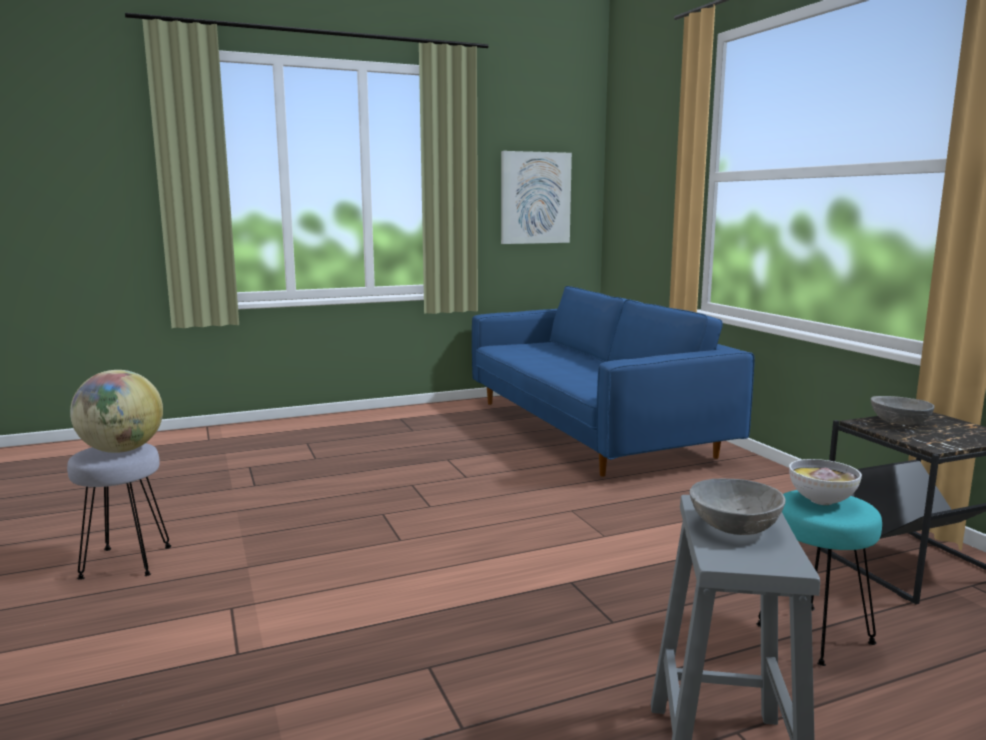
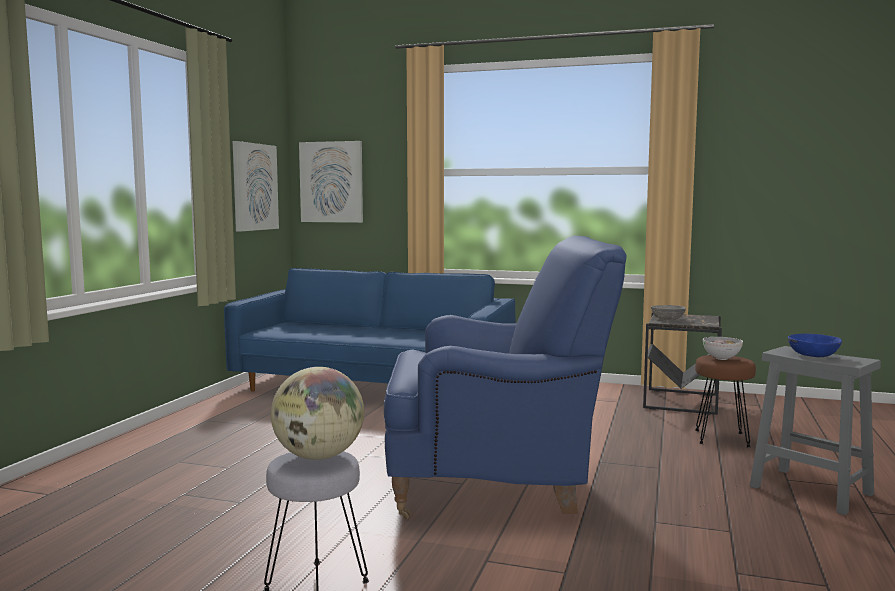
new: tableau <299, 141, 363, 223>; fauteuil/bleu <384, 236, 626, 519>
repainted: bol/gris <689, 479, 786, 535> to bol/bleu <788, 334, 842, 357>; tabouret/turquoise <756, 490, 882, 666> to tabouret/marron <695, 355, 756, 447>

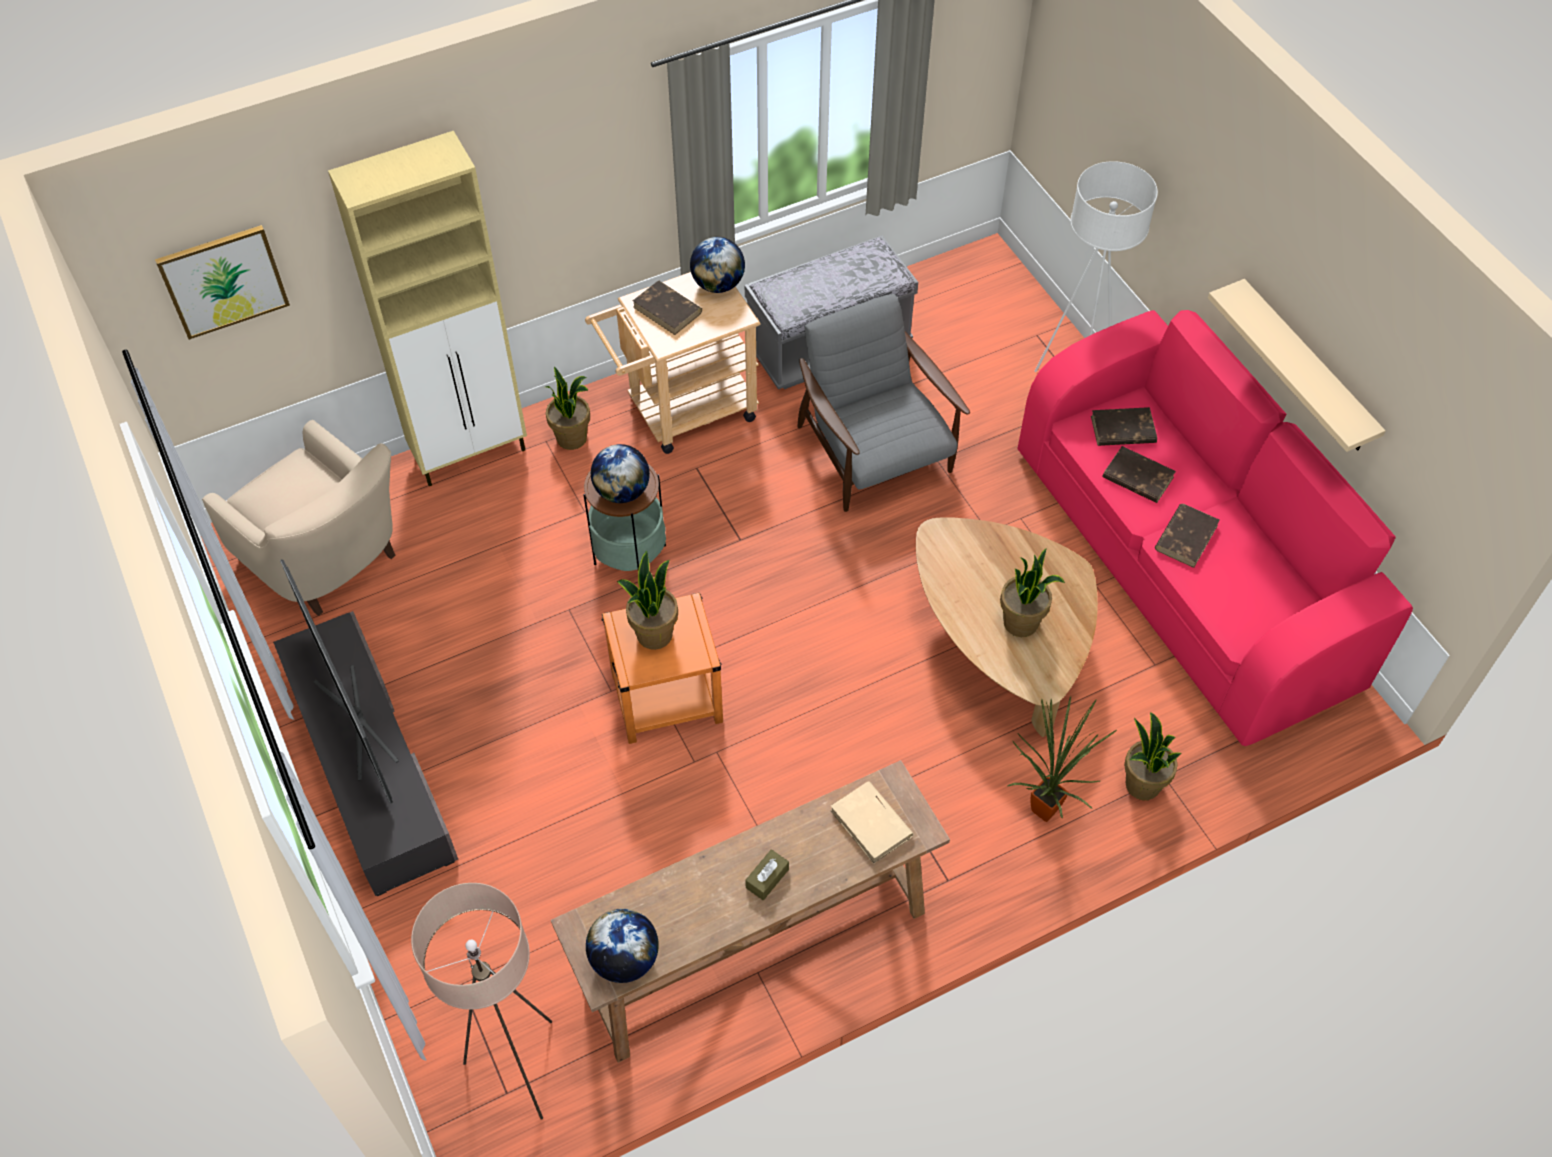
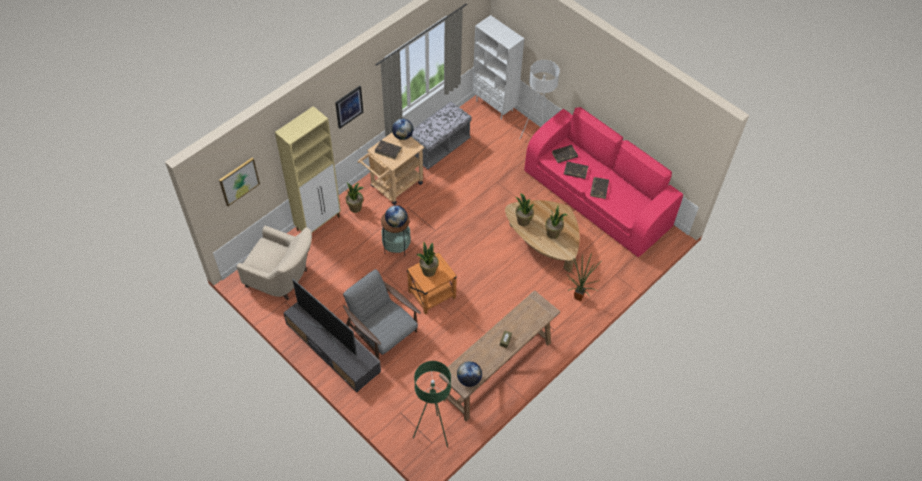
gone: livre/beige <831, 781, 914, 864>; étagère/beige <1208, 279, 1386, 452>
new: tableau <335, 86, 363, 129>; bibliothèque/blanc <473, 15, 524, 120>
shifted: fauteuil/gris <797, 294, 970, 512> to <343, 269, 421, 360>; plante en pot <1124, 712, 1181, 800> to <515, 193, 534, 226>
repainted: lampadaire/beige <411, 883, 552, 1120> to lampadaire/vert <413, 361, 451, 447>

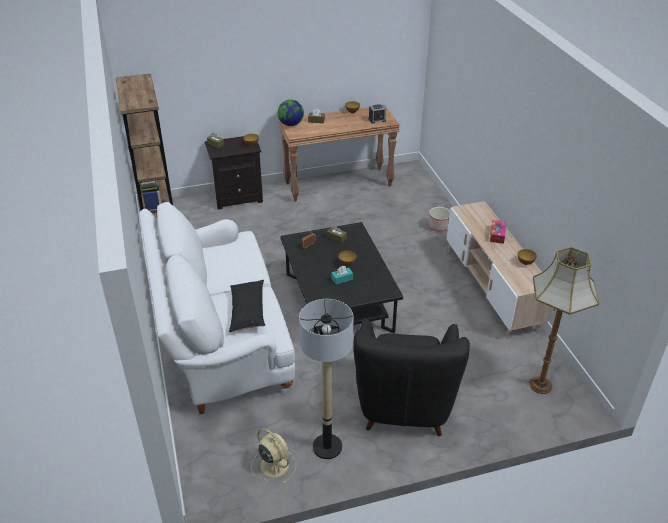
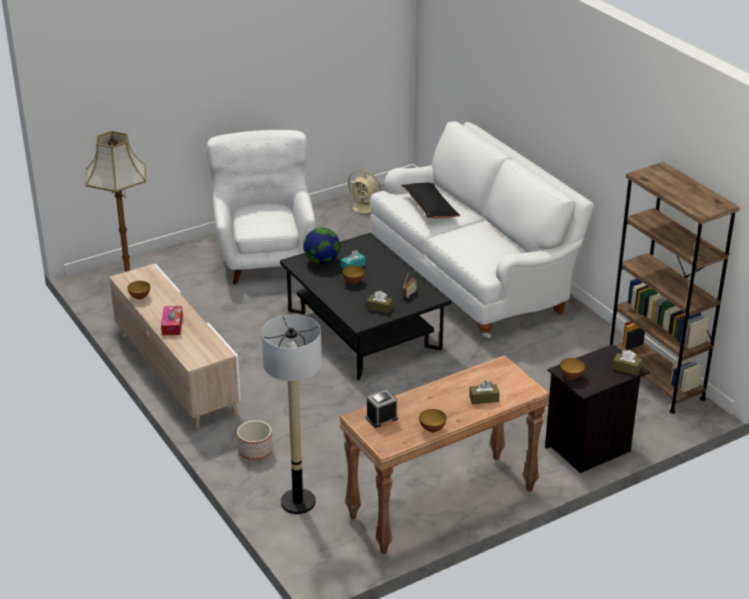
shifted: globe <278, 100, 304, 126> to <303, 228, 340, 264>; lampadaire <299, 299, 354, 459> to <261, 315, 322, 514>
repainted: fauteuil/noir <353, 318, 470, 436> to fauteuil/blanc <207, 130, 316, 284>

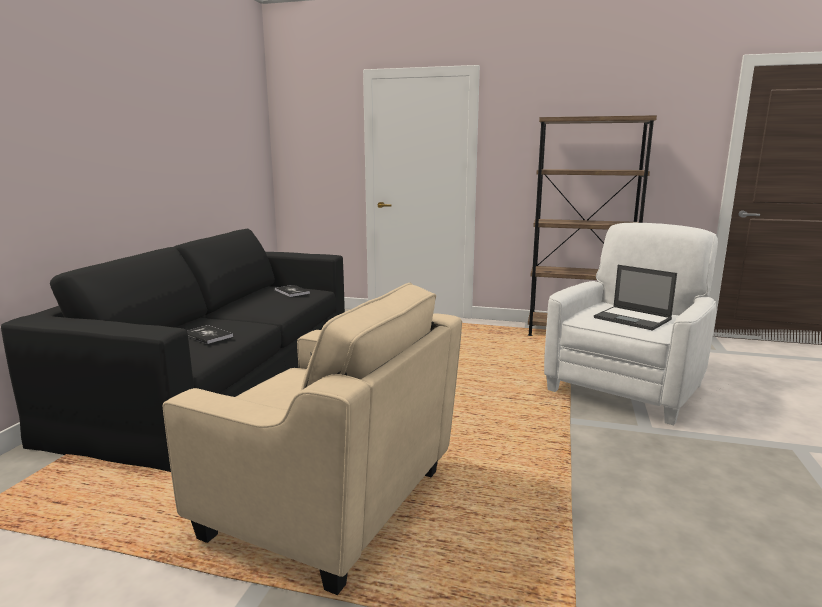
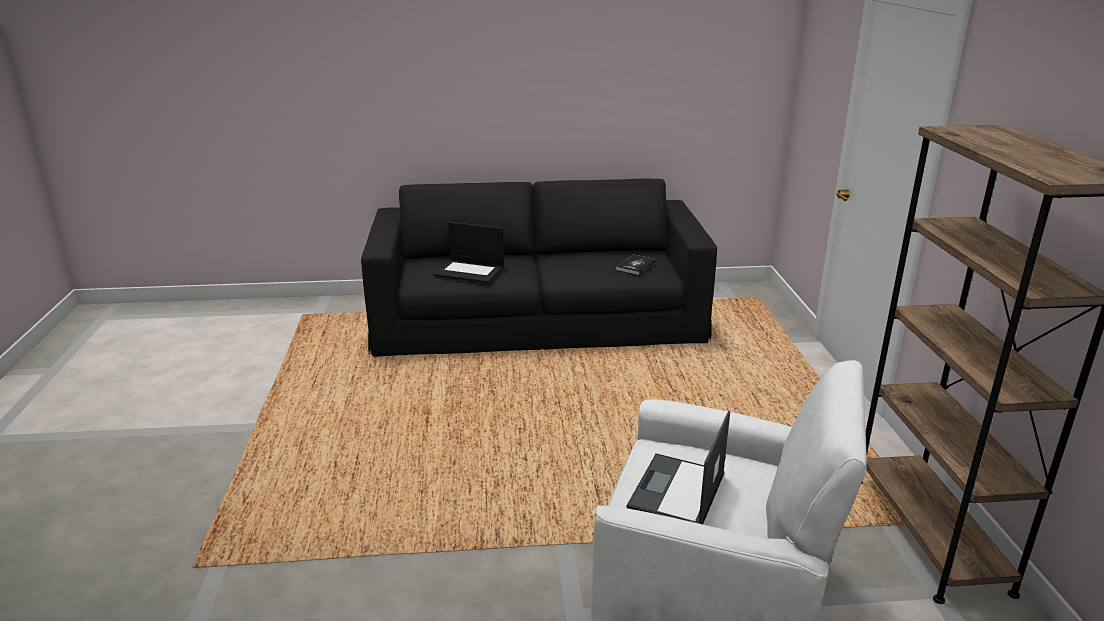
gone: fauteuil/beige <162, 283, 462, 595>
swapped: livre <187, 325, 233, 344> to ordinateur portable <433, 222, 504, 283>

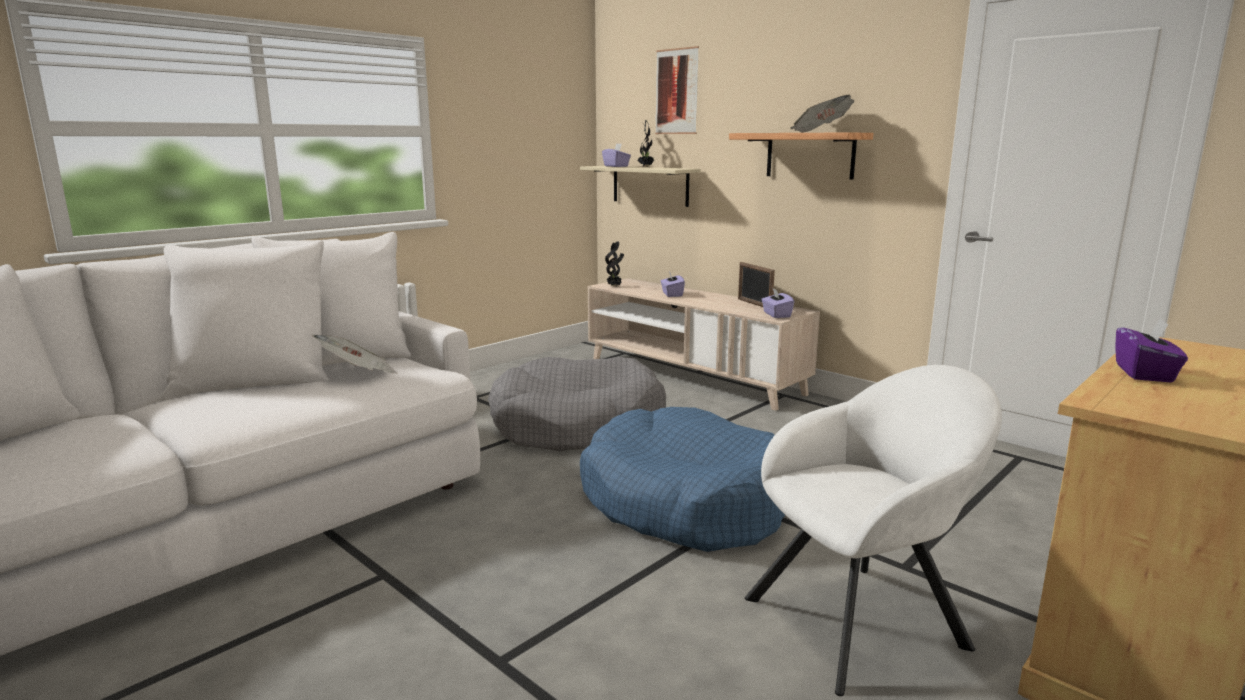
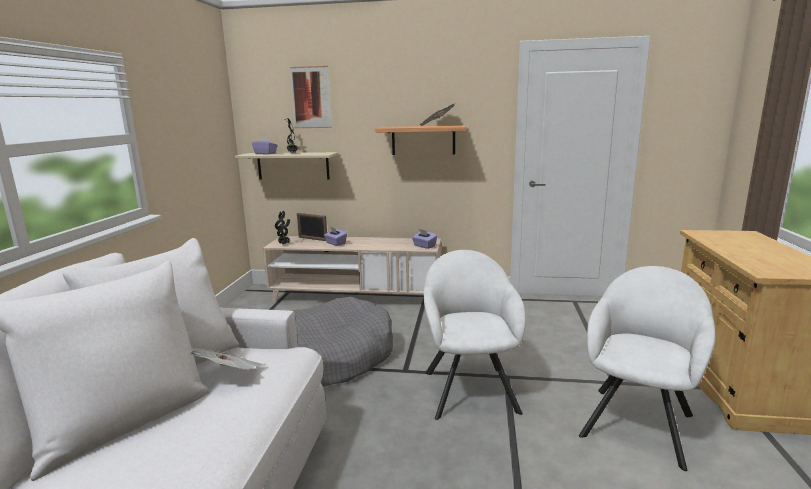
gone: boîte à mouchoirs/violet <1115, 318, 1188, 383>
shifted: cadre photo <738, 262, 775, 307> to <297, 213, 327, 241>
swapped: panier pour chien/bleu <580, 407, 785, 552> to fauteuil/blanc <423, 250, 526, 420>

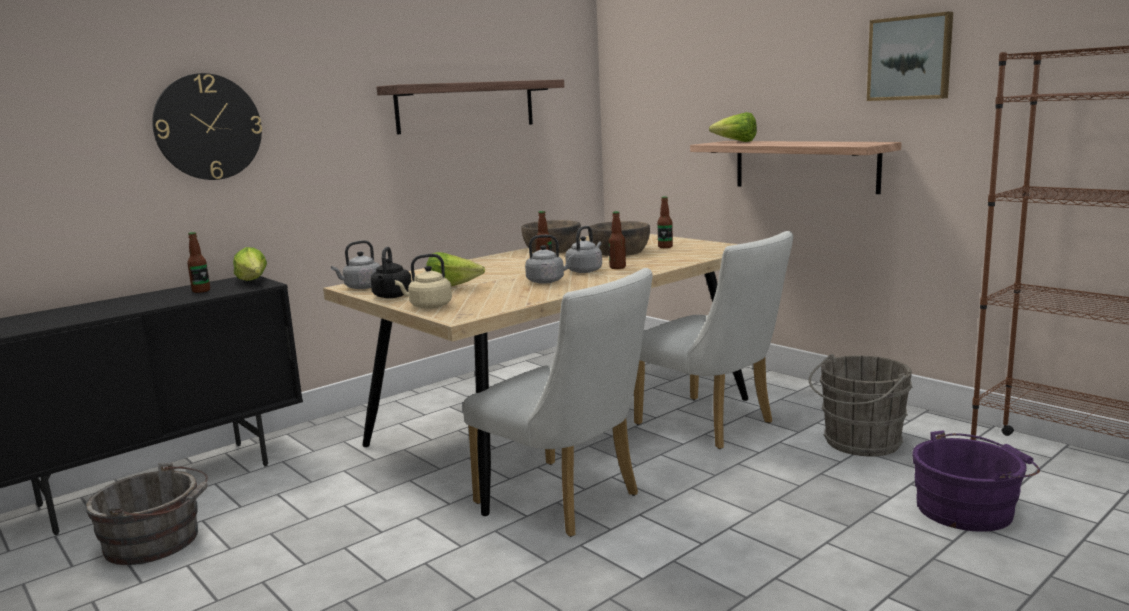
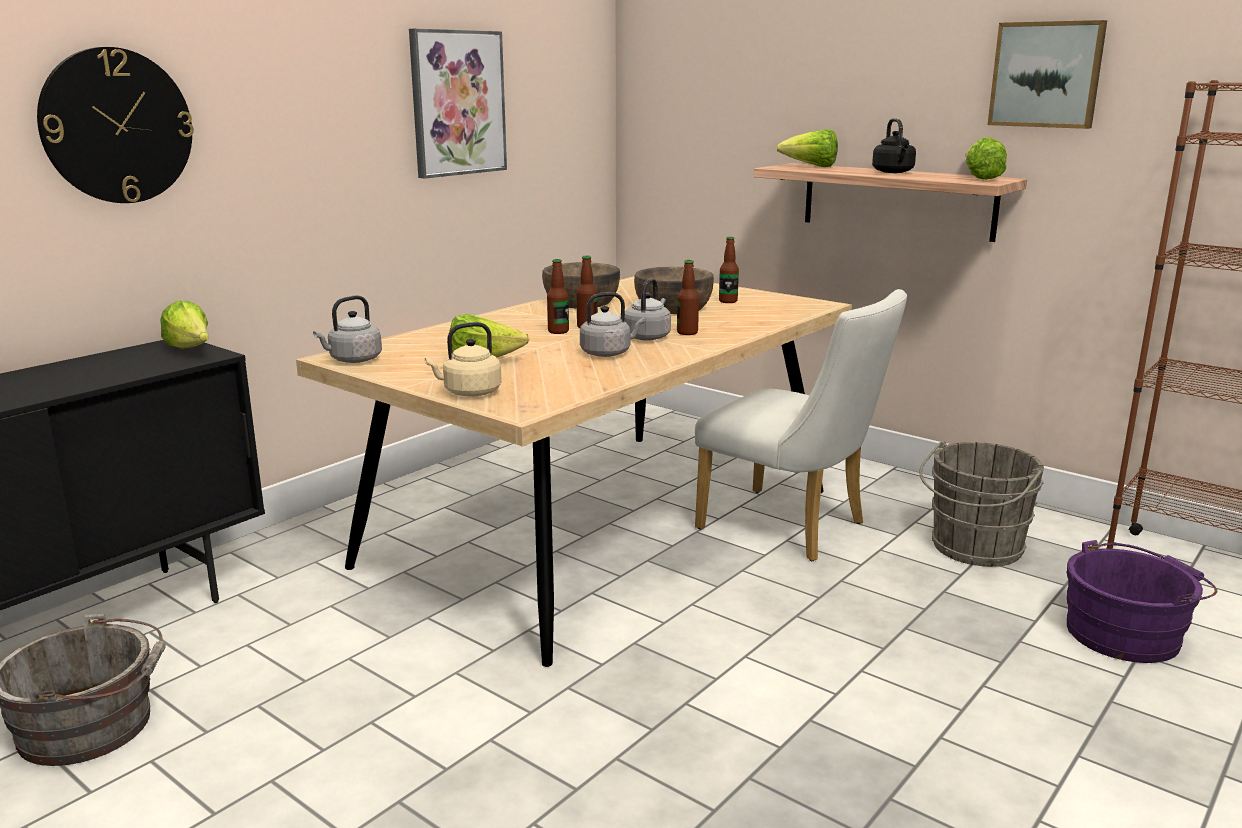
gone: chaise/blanc <463, 268, 653, 537>
new: laitue <965, 137, 1007, 180>
shifted: bouteille <187, 232, 210, 293> to <547, 259, 569, 334>; bouilloire/noir <371, 247, 412, 298> to <872, 118, 916, 173>
swapped: étagère <377, 80, 564, 134> to tableau <409, 29, 507, 179>

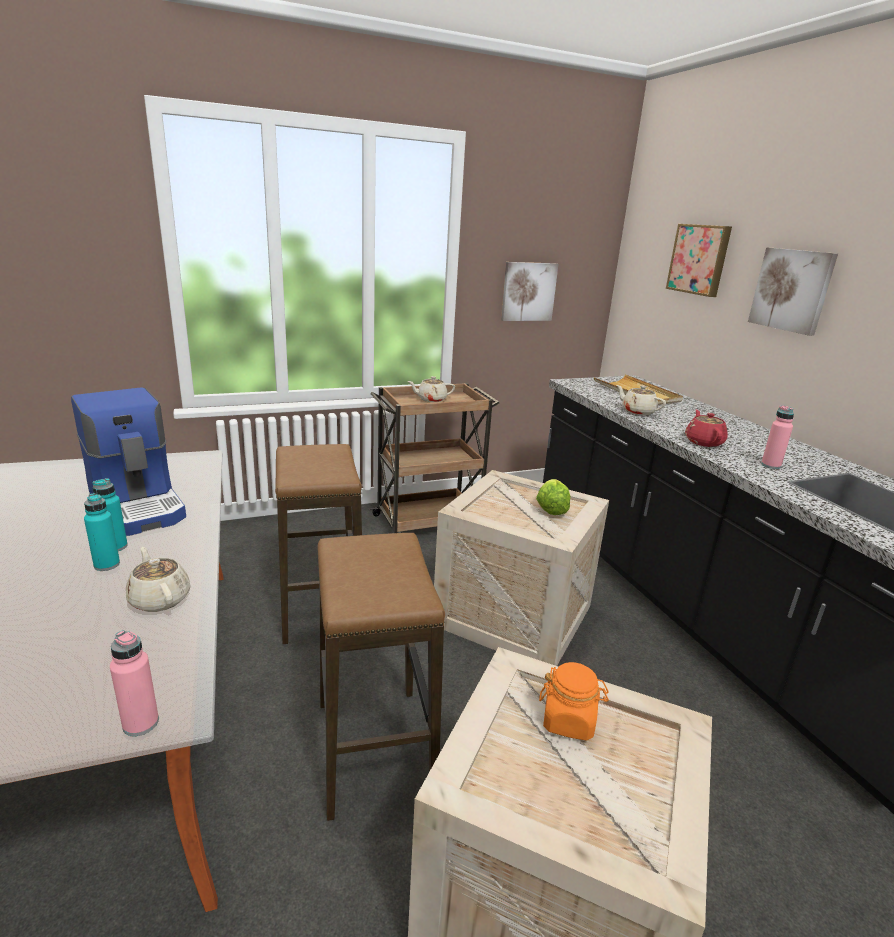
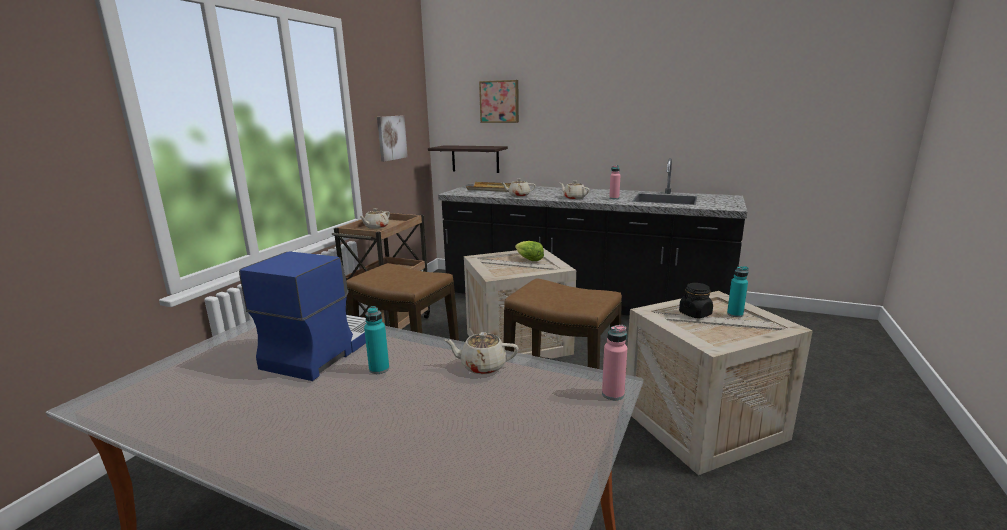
gone: tableau <748, 247, 838, 336>
new: étagère <428, 145, 508, 173>
shifted: bouteille/turquoise <84, 493, 120, 571> to <727, 266, 748, 317>
repainted: bocal/orange <539, 662, 609, 741> to bocal/noir <679, 283, 713, 318>; théière/rouge <685, 409, 728, 447> to théière/beige <560, 181, 589, 200>
rotated: machine à café <71, 387, 186, 536> = <239, 251, 366, 381> 75 degrees counterclockwise

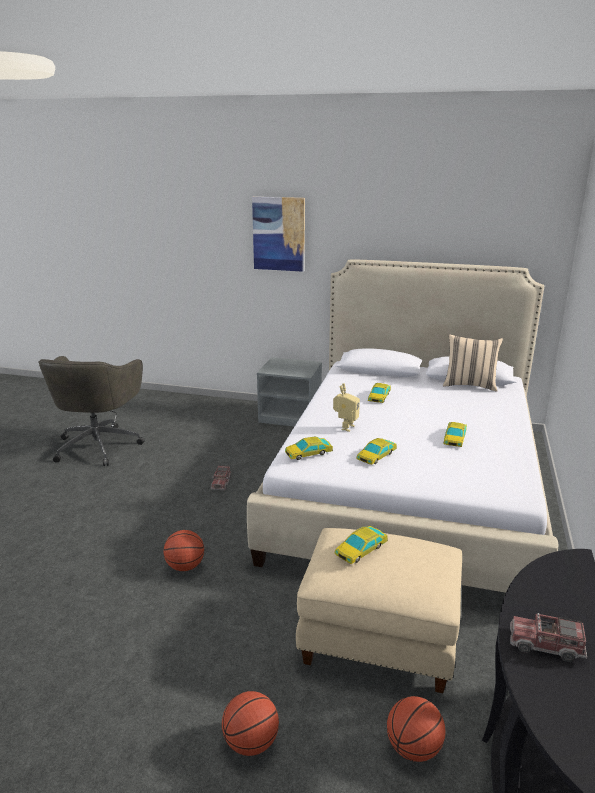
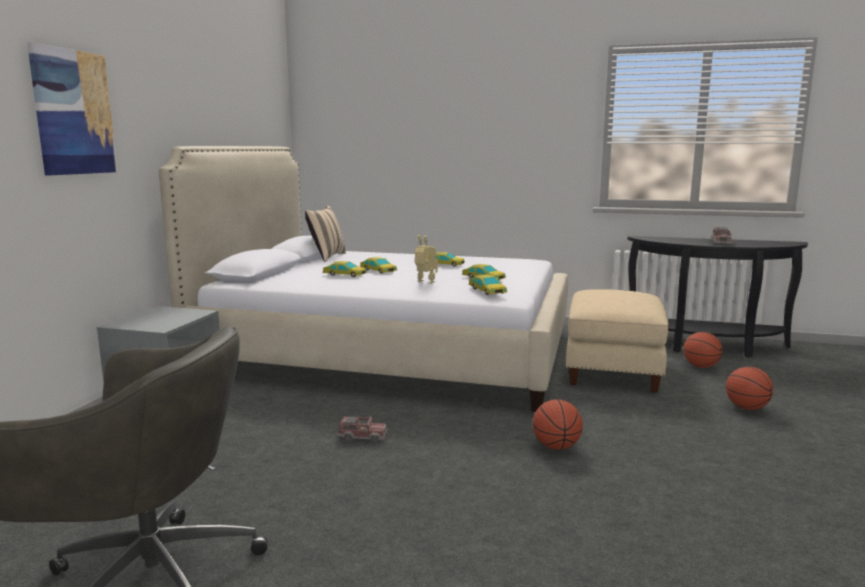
shifted: petite voiture <334, 526, 388, 564> to <360, 257, 397, 274>

